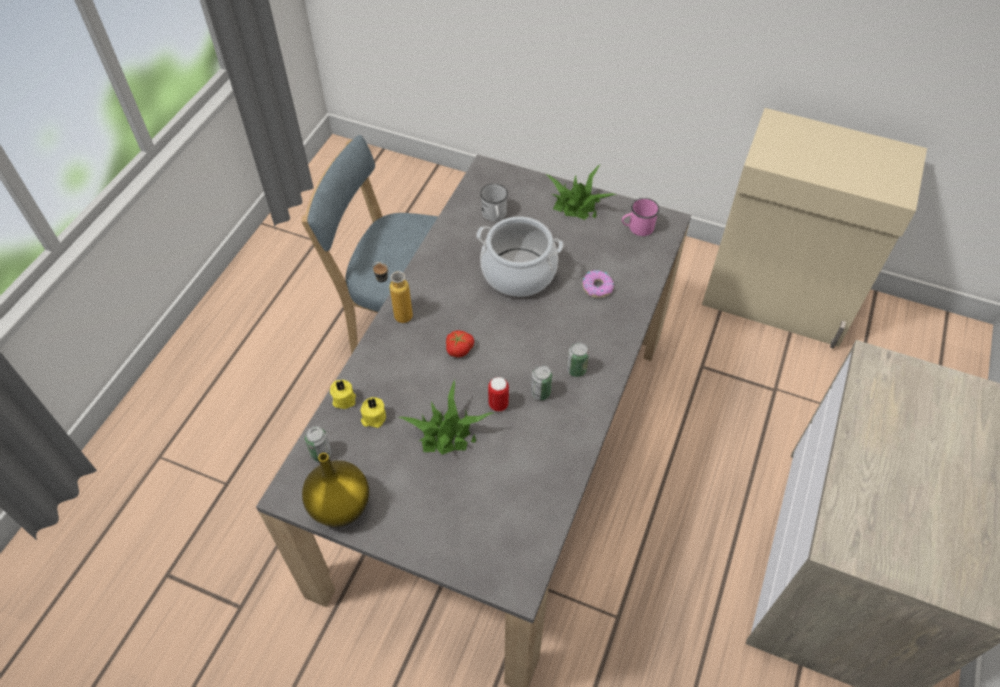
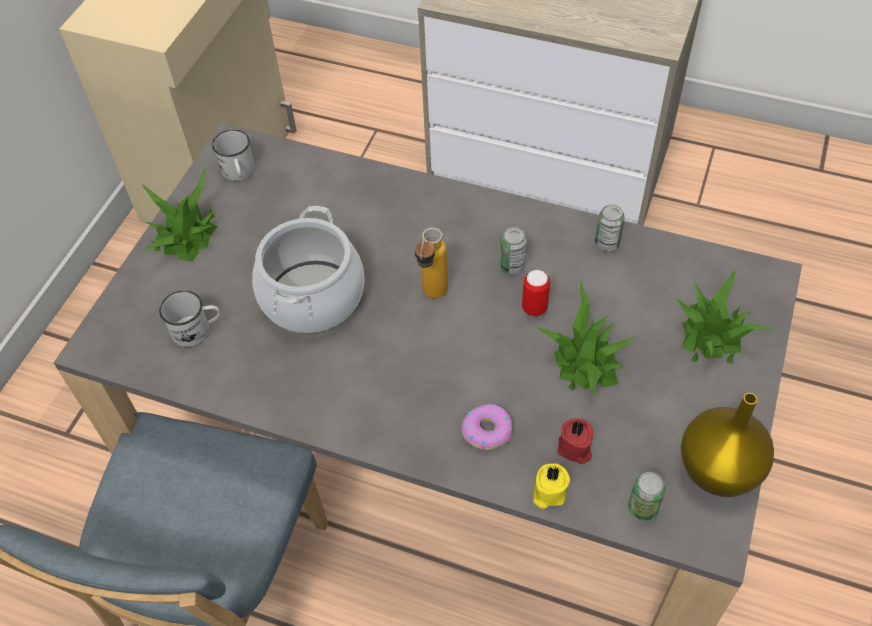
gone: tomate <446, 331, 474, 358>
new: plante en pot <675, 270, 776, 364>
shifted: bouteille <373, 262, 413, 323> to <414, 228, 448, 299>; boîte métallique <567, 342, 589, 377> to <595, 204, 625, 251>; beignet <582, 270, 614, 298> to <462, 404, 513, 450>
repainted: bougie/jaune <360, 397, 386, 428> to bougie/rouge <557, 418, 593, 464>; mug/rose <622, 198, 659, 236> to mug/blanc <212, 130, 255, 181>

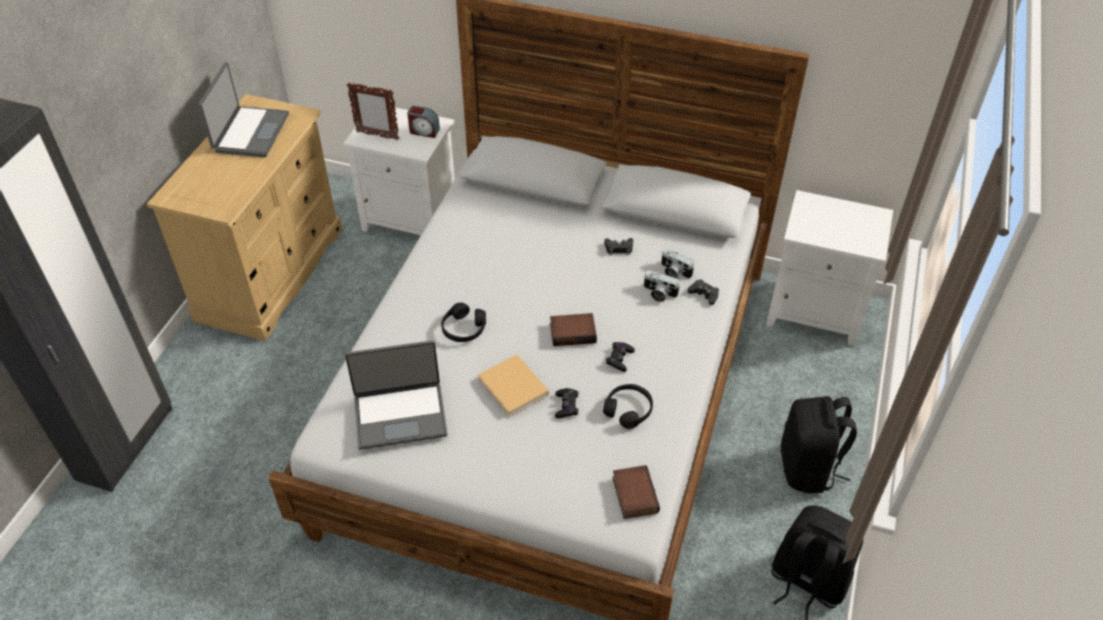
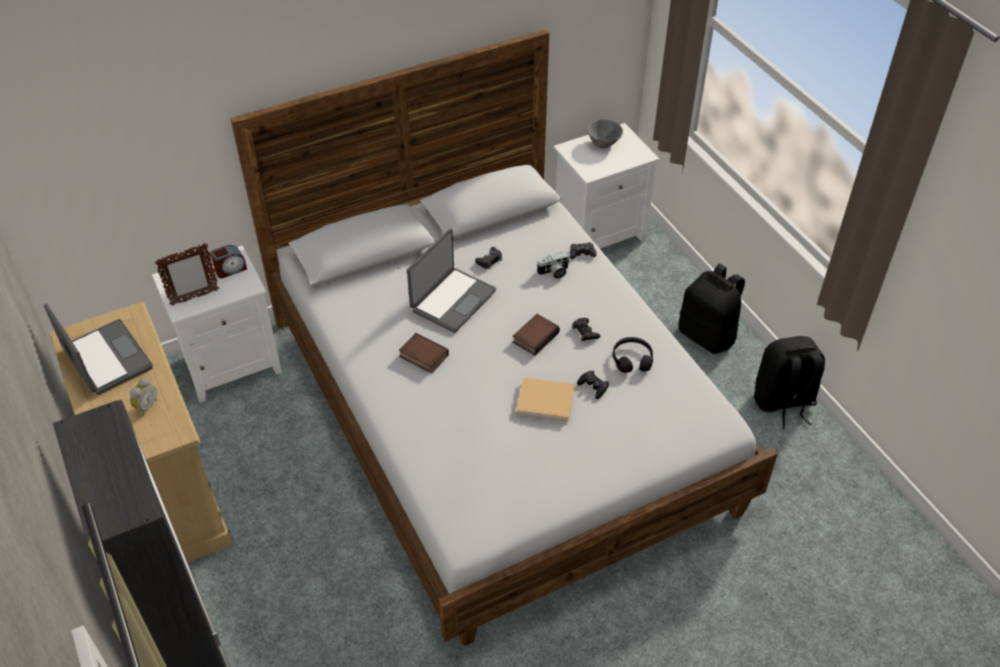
gone: casque audio/noir <441, 302, 486, 342>; appareil photo <661, 248, 694, 279>
new: réveil <130, 378, 157, 416>; bol/gris <587, 119, 623, 148>
shifted: ordinateur portable <345, 340, 448, 450> to <407, 229, 496, 333>; livre <612, 465, 660, 519> to <399, 333, 449, 373>

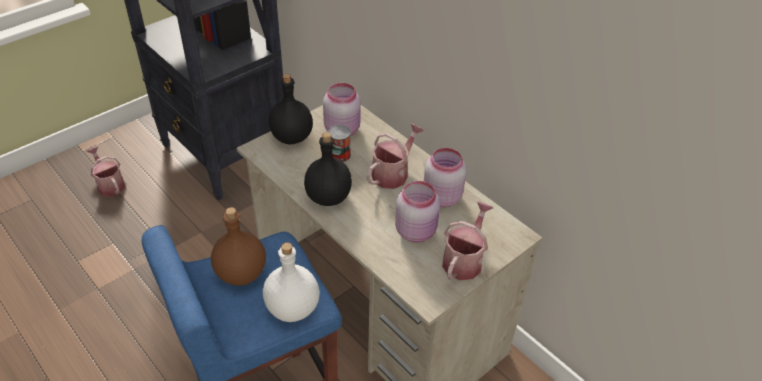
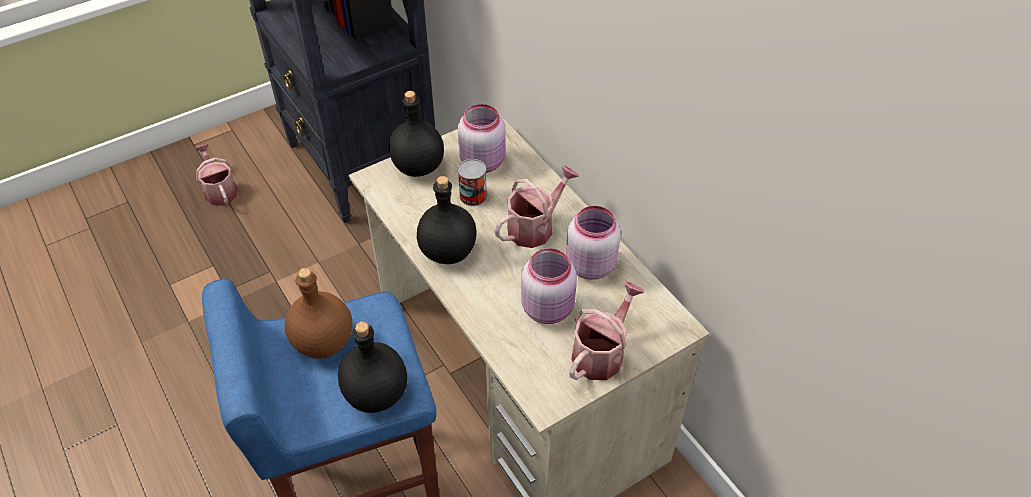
repainted: bouteille/blanc <263, 242, 320, 322> to bouteille/noir <338, 321, 407, 413>

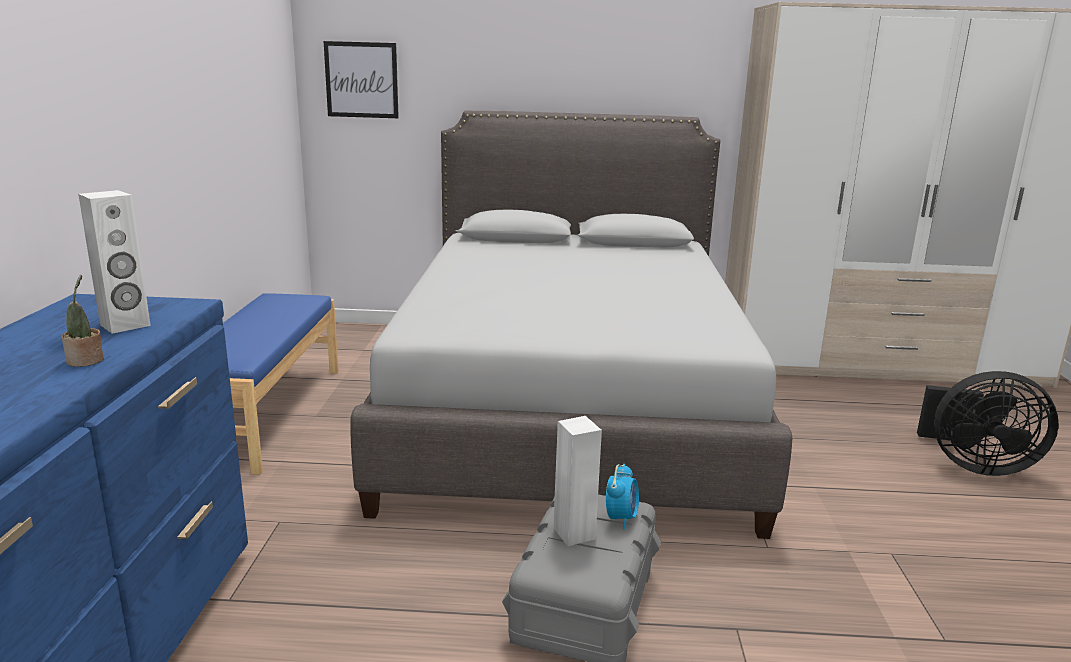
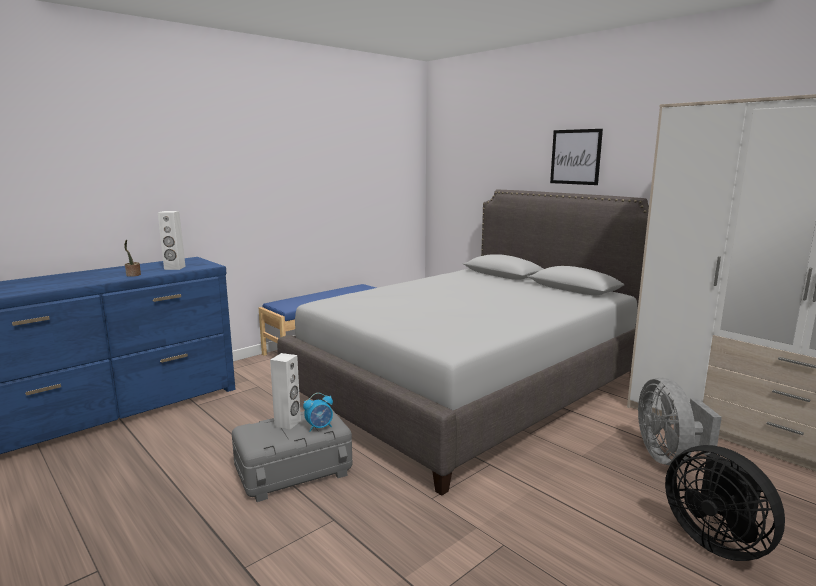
new: ventilateur/gris <638, 378, 722, 465>
shifted: tableau <324, 41, 399, 118> to <550, 129, 603, 185>

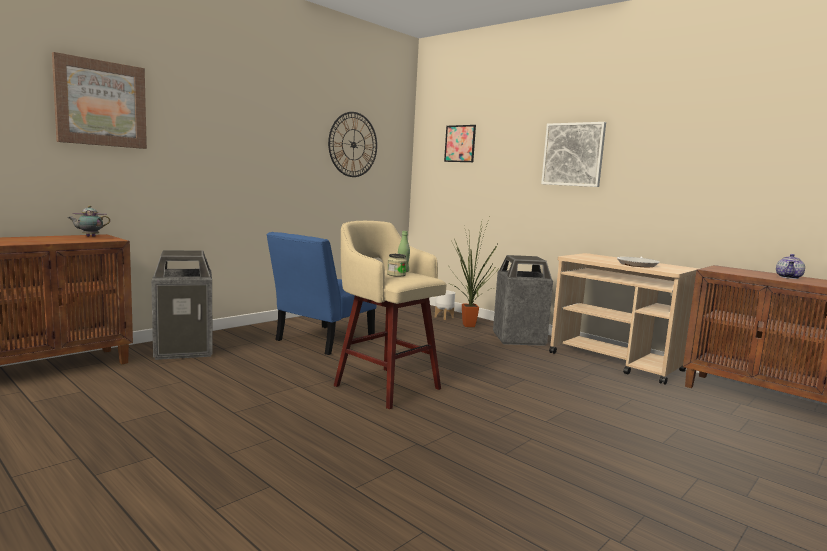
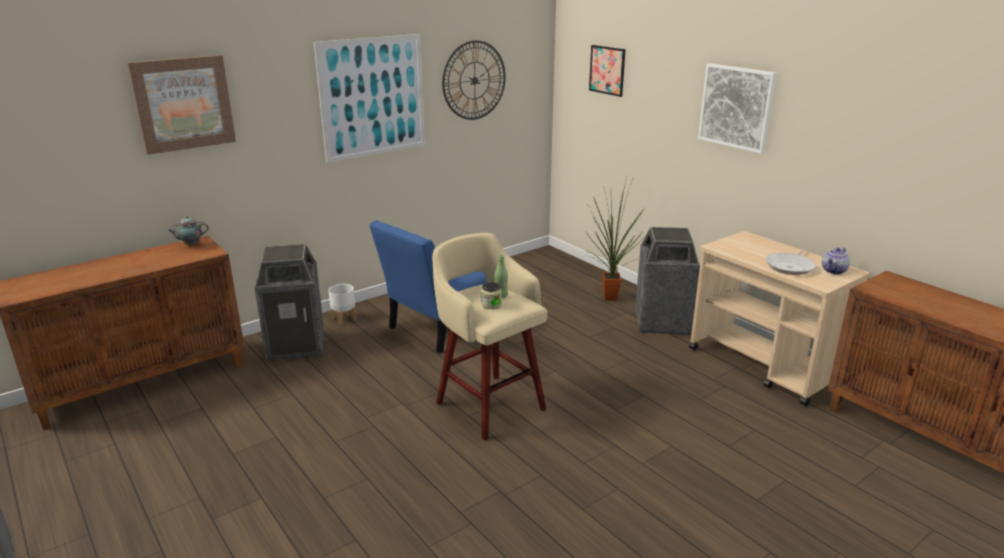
new: tableau <314, 34, 425, 163>
shifted: cache-pot/blanc <435, 290, 455, 320> to <328, 284, 356, 325>; théière <776, 254, 805, 279> to <822, 248, 850, 275>

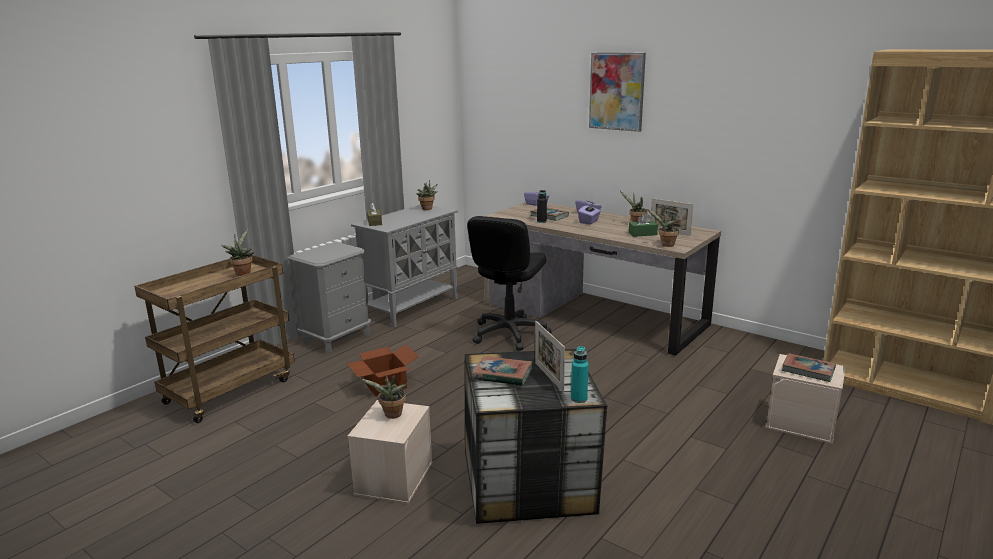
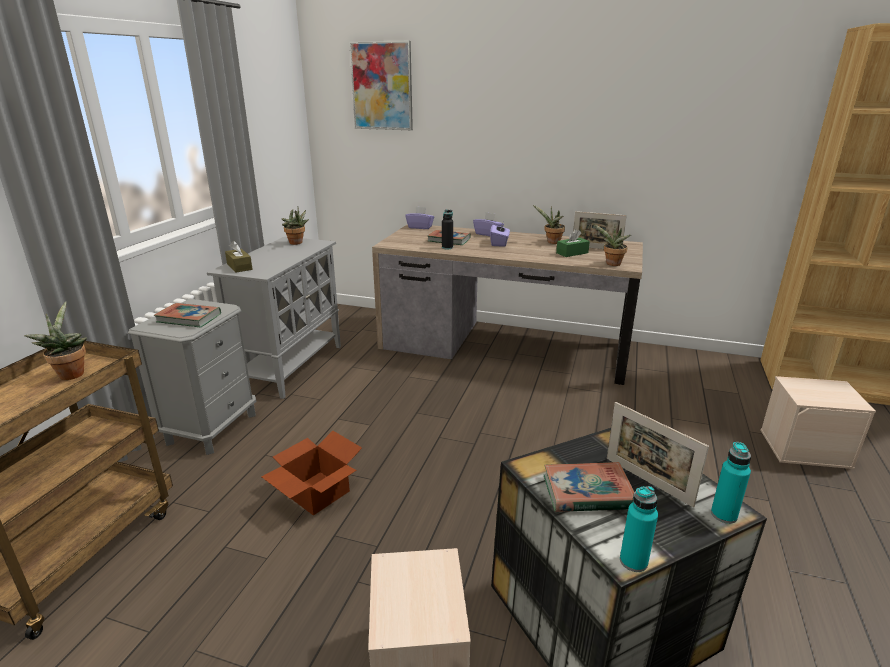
gone: plante en pot <361, 375, 407, 419>; chaise de bureau/noir <467, 216, 552, 350>
new: bouteille/turquoise <620, 486, 658, 572>
shifted: tableau <589, 52, 646, 132> to <349, 41, 413, 130>; livre <782, 353, 836, 382> to <154, 303, 221, 328>

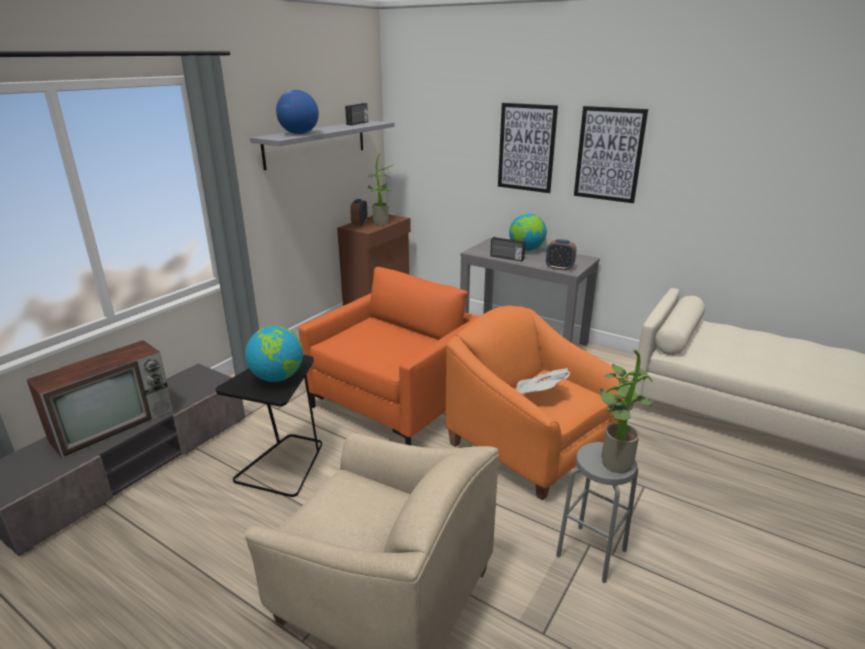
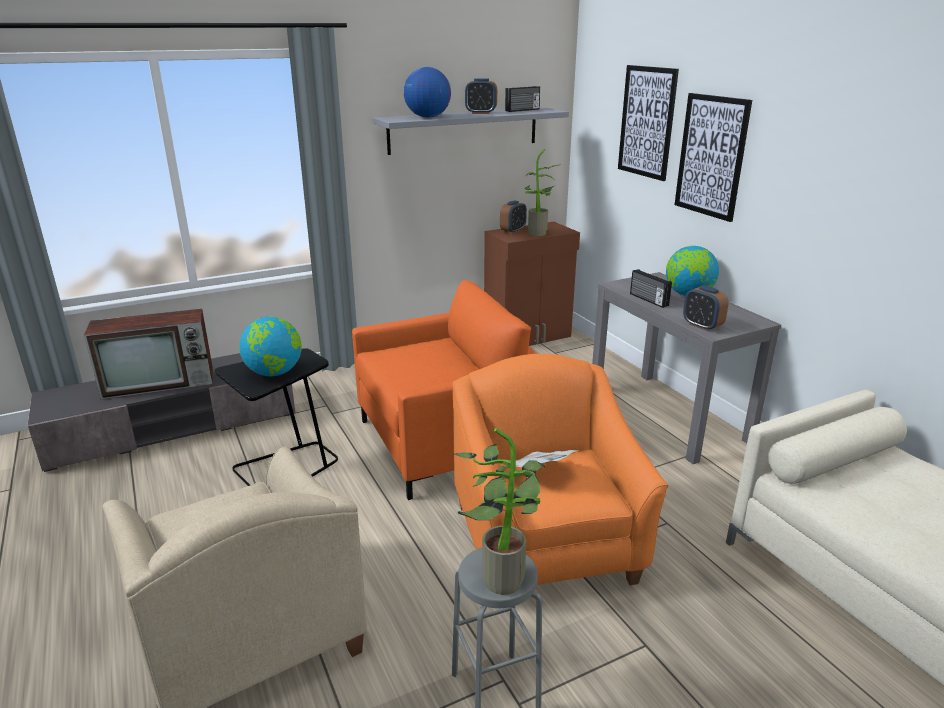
new: réveil <465, 78, 497, 114>
shifted: tableau <574, 106, 648, 203> to <618, 65, 679, 181>

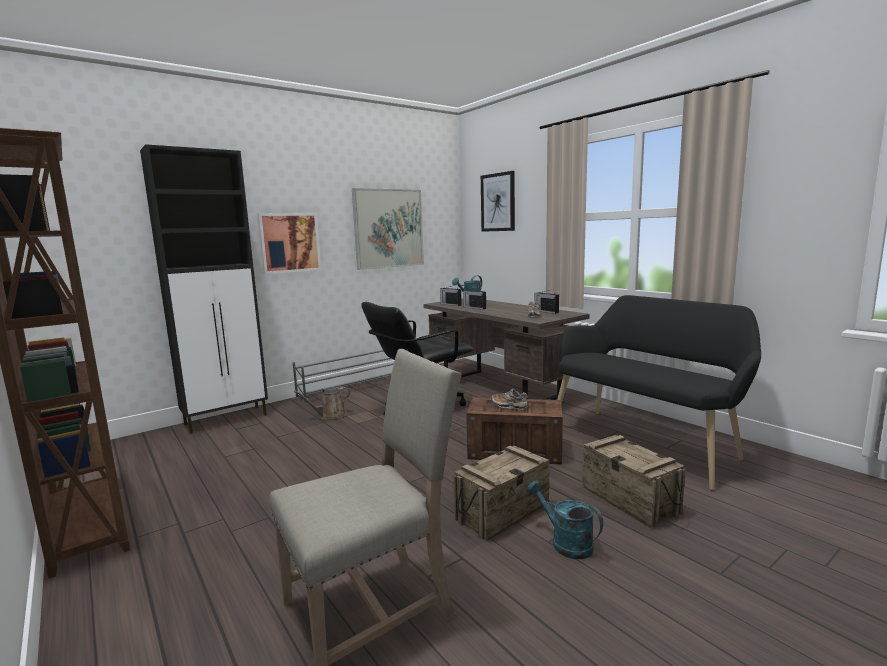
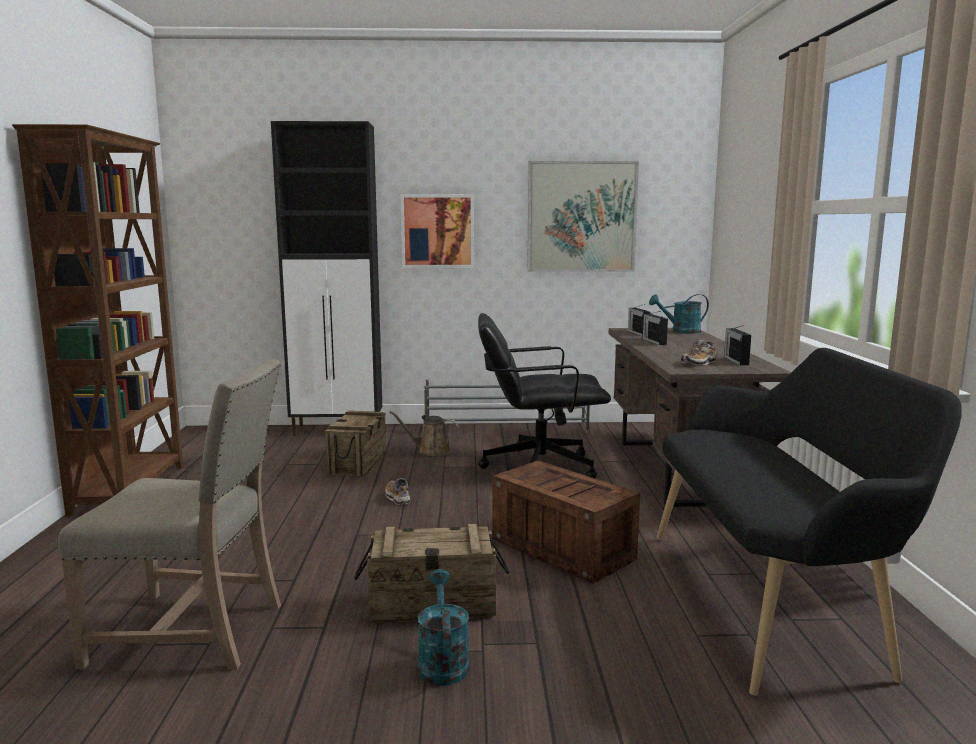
gone: tableau <481, 171, 515, 232>
shifted: chaussure <491, 389, 528, 409> to <385, 478, 410, 505>; caisse <582, 435, 686, 528> to <325, 411, 386, 477>

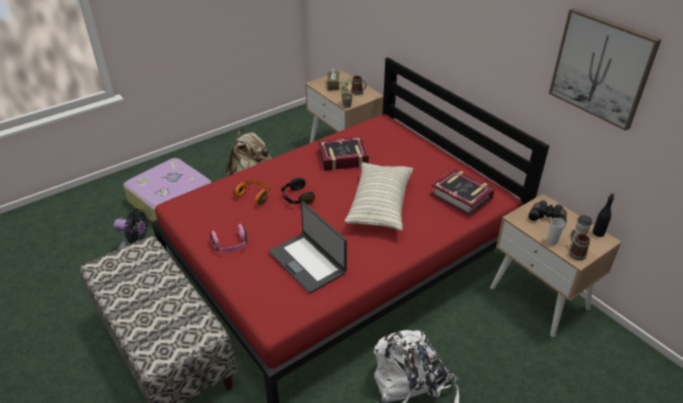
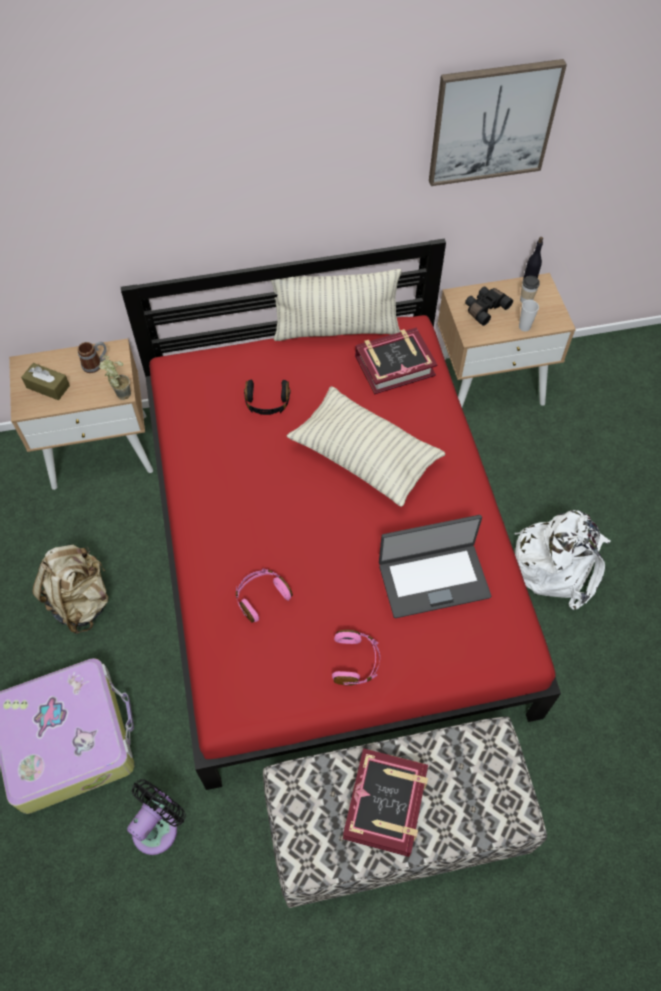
gone: mug <569, 229, 590, 260>
new: coussin <270, 269, 402, 341>
shifted: casque audio/noir <281, 178, 315, 205> to <244, 380, 291, 415>; livre <318, 137, 369, 171> to <343, 748, 428, 857>
repainted: casque audio/orange <234, 180, 270, 205> to casque audio/rose <236, 568, 293, 623>

